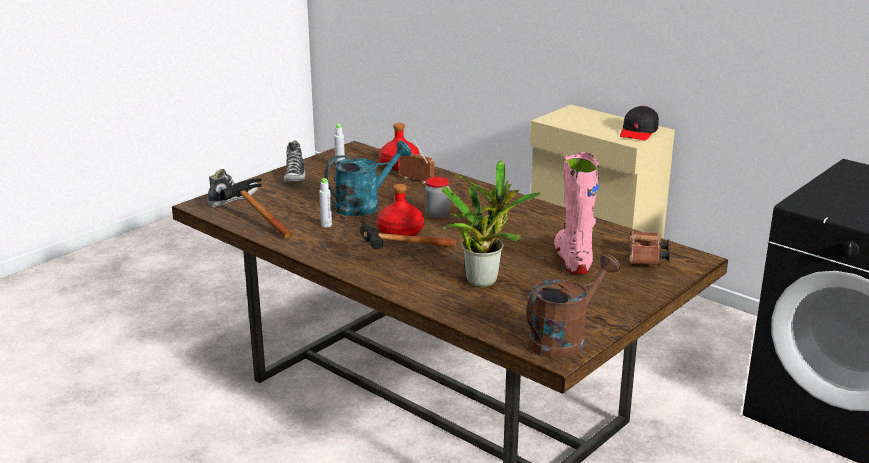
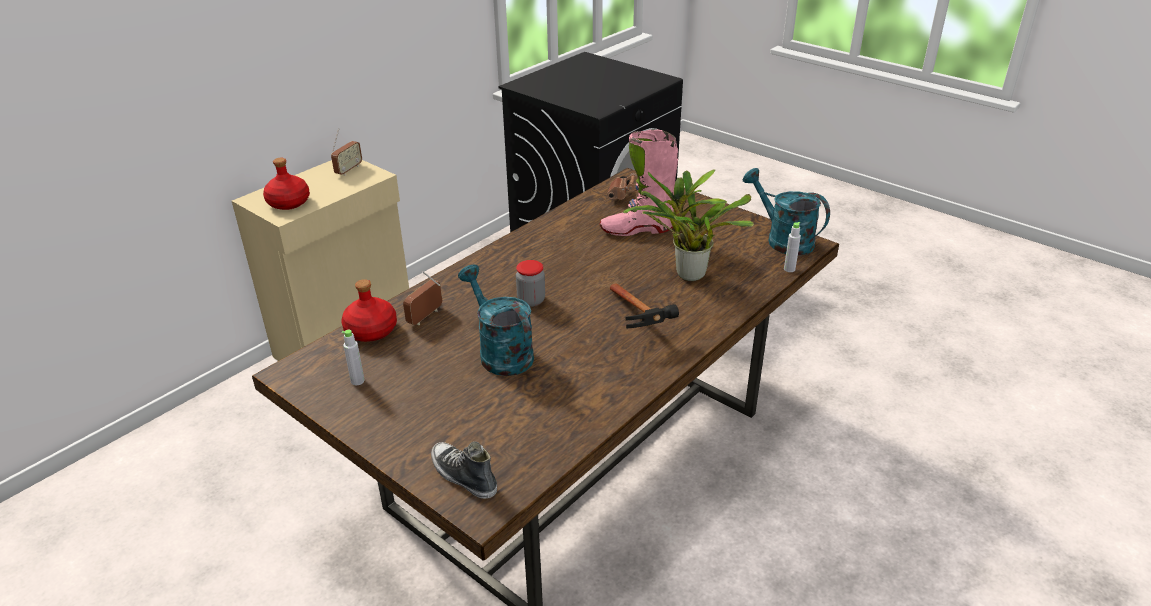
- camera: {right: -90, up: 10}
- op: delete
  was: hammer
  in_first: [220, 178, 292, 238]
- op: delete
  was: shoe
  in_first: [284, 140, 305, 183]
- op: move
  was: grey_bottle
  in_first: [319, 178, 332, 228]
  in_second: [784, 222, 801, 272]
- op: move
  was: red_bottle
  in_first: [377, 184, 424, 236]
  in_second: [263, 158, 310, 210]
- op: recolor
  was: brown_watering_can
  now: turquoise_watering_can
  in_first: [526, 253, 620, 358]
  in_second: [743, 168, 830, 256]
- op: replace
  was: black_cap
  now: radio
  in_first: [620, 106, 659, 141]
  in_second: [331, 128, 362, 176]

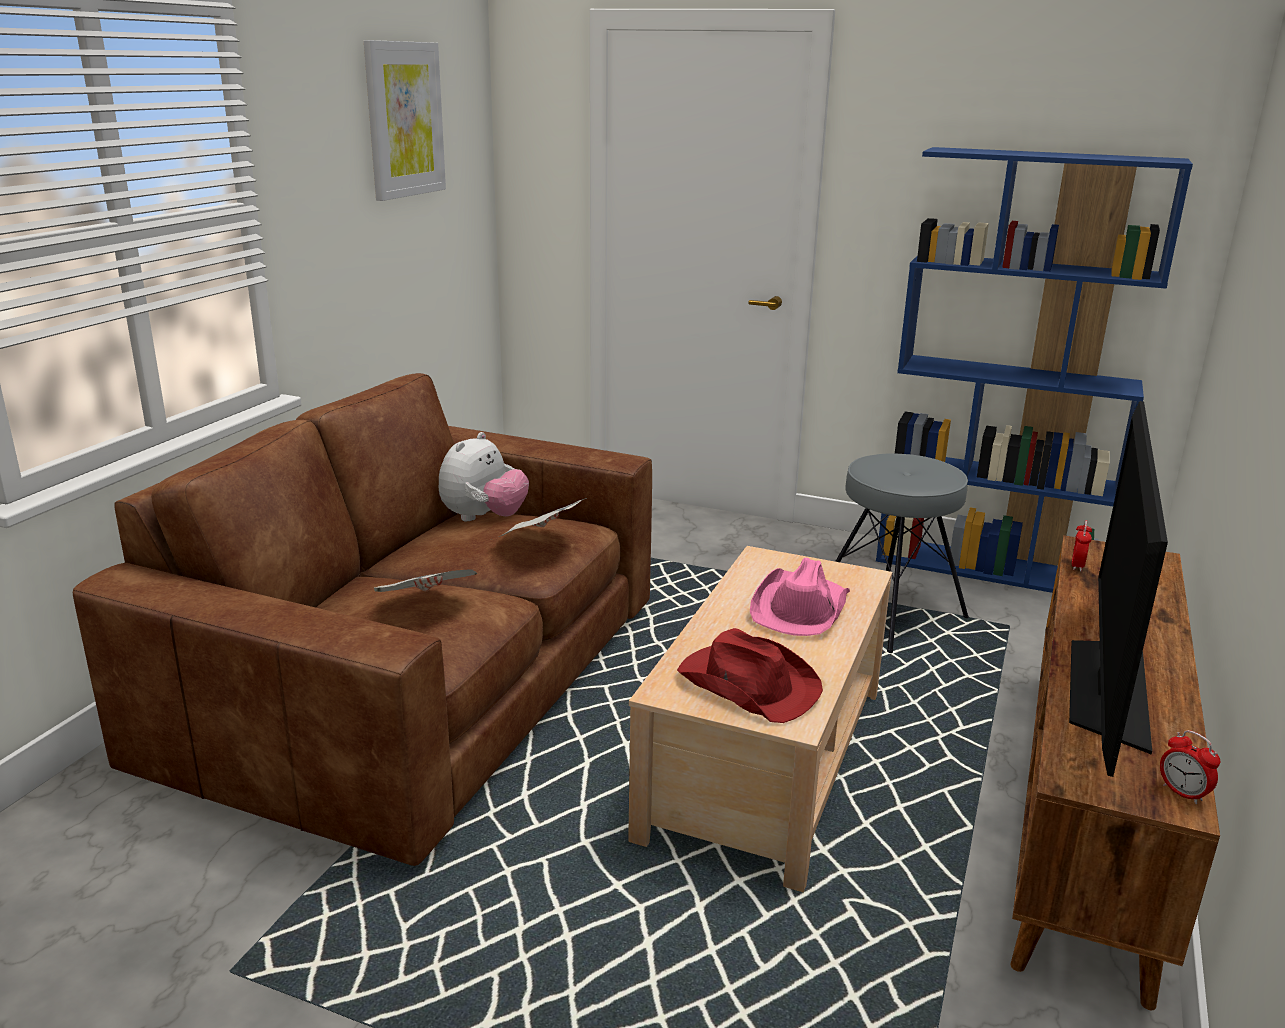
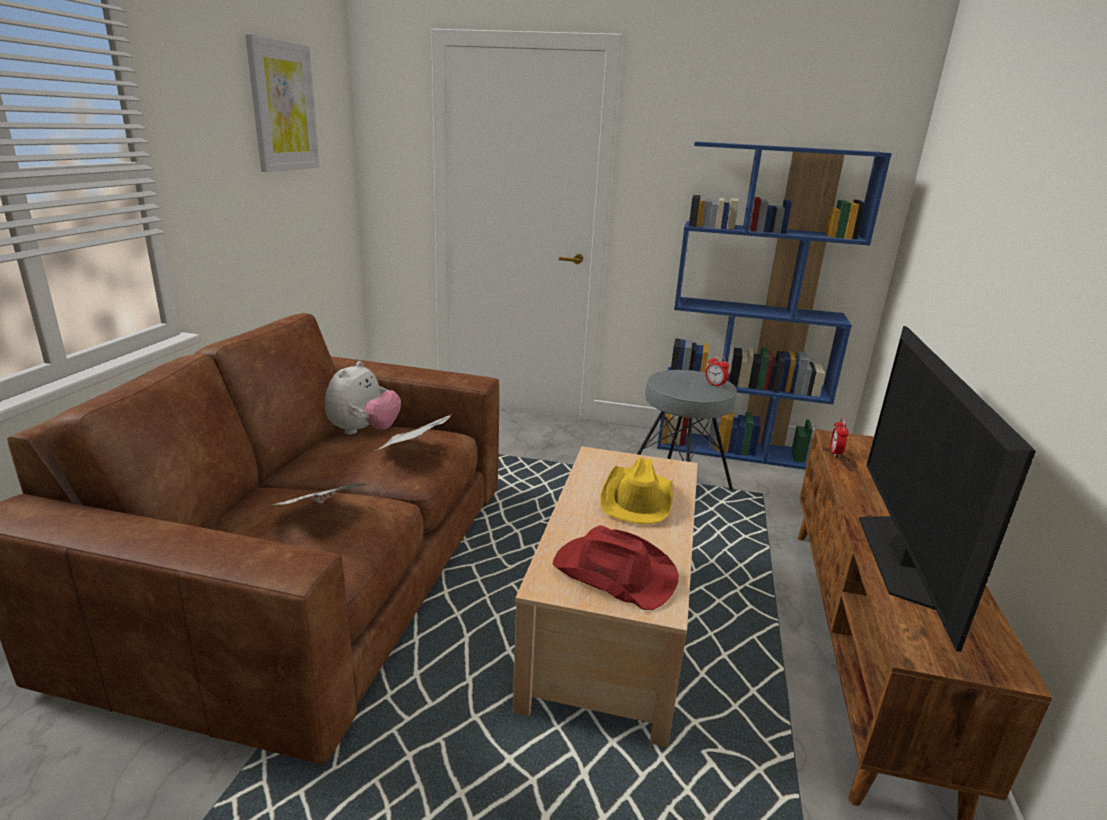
- camera: {right: -10, up: 0}
- op: recolor
  was: pink_hat
  now: yellow_hat
  in_first: [750, 558, 850, 636]
  in_second: [600, 457, 673, 524]
- op: move
  was: alarm_clock
  in_first: [1160, 730, 1220, 804]
  in_second: [705, 354, 729, 388]

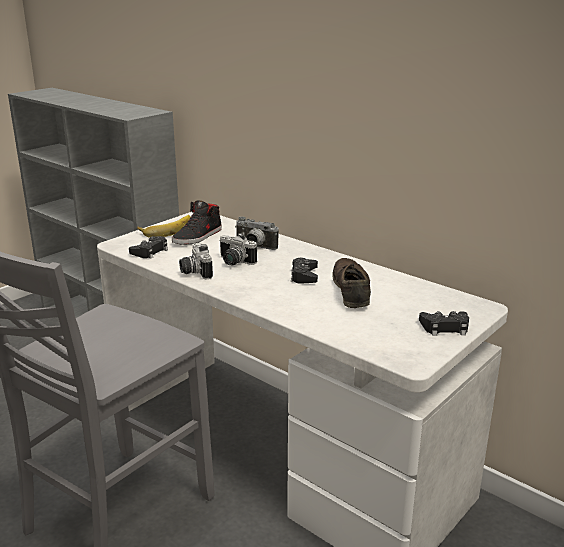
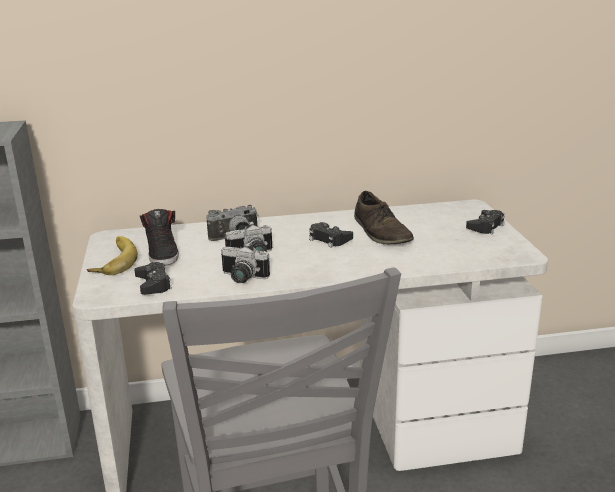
- camera: {right: -50, up: 0}
- op: rotate
  was: brown_shoe
  in_first: [332, 258, 371, 308]
  in_second: [354, 191, 414, 244]
  clockwise: -150

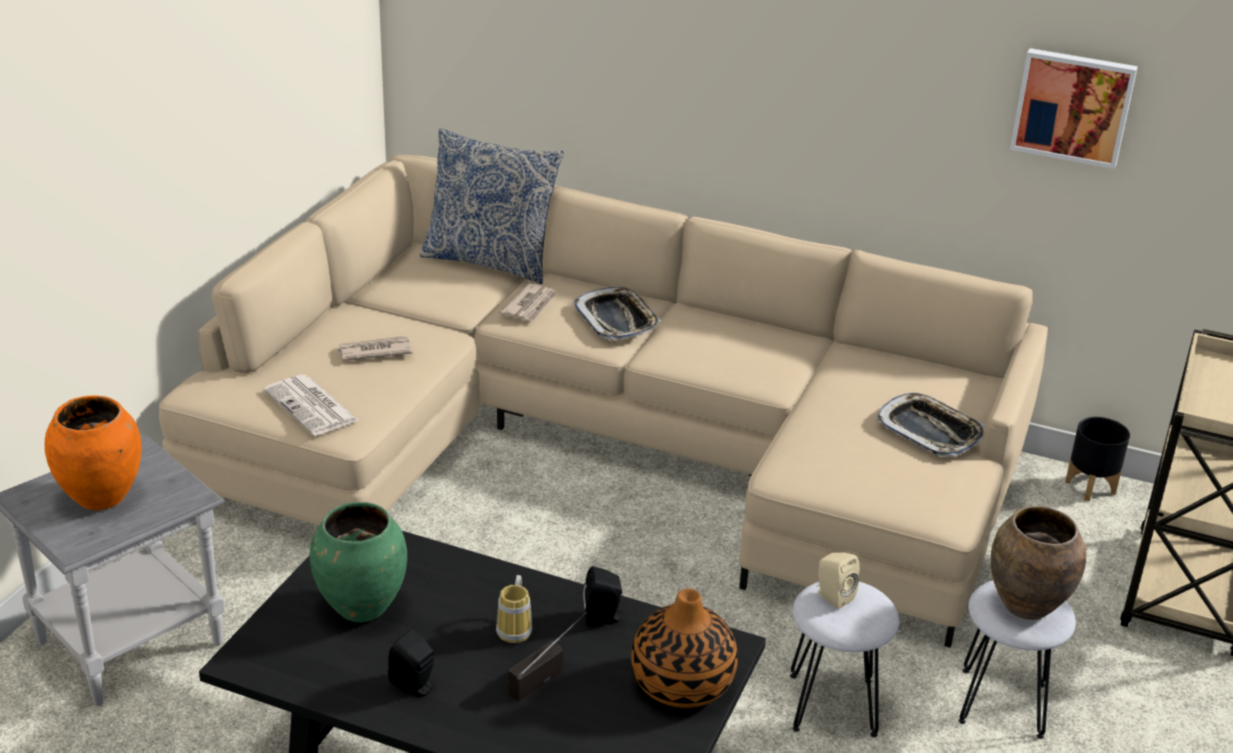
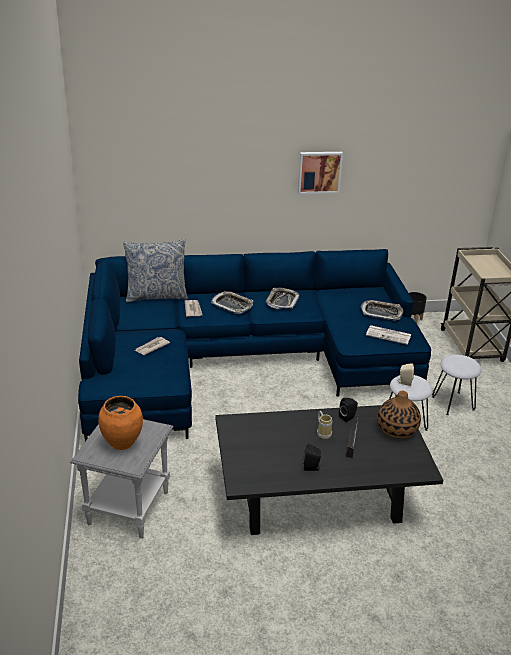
- camera: {right: -30, up: 0}
- op: recolor
  was: beige_sofa
  now: blue_sofa
  in_first: [159, 155, 1048, 648]
  in_second: [78, 249, 431, 441]
- op: move
  was: newspaper
  in_first: [264, 375, 359, 436]
  in_second: [366, 325, 411, 345]
- op: delete
  was: green_vase
  in_first: [310, 502, 407, 622]
- op: delete
  was: brown_vase
  in_first: [991, 506, 1086, 620]
- op: move
  was: picture
  in_first: [1010, 48, 1138, 169]
  in_second: [298, 152, 343, 194]
- op: insert
  now: tray
  in_second: [266, 288, 300, 309]

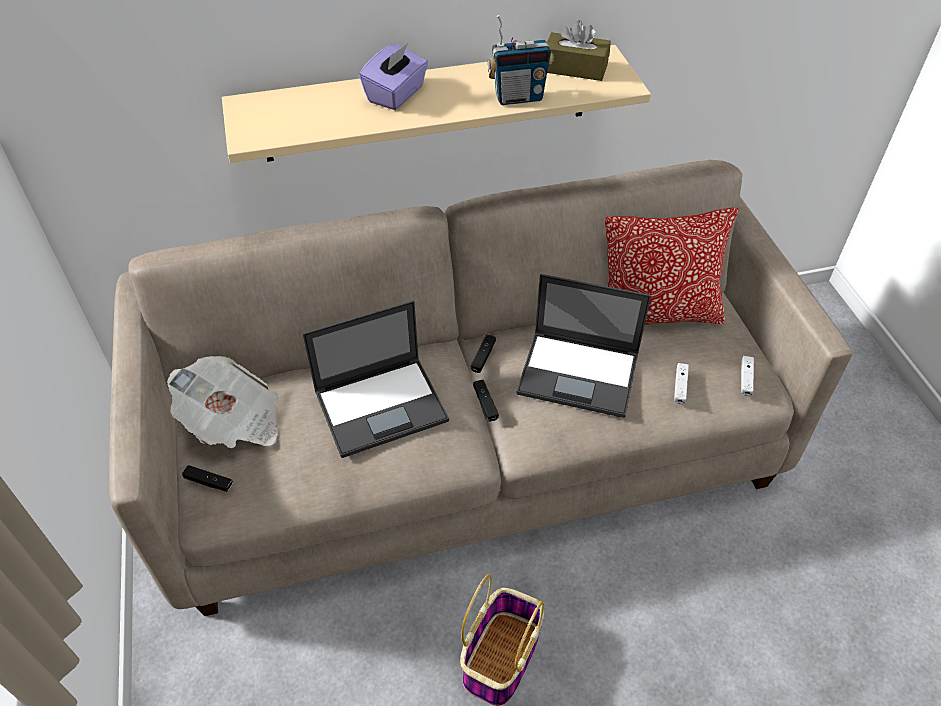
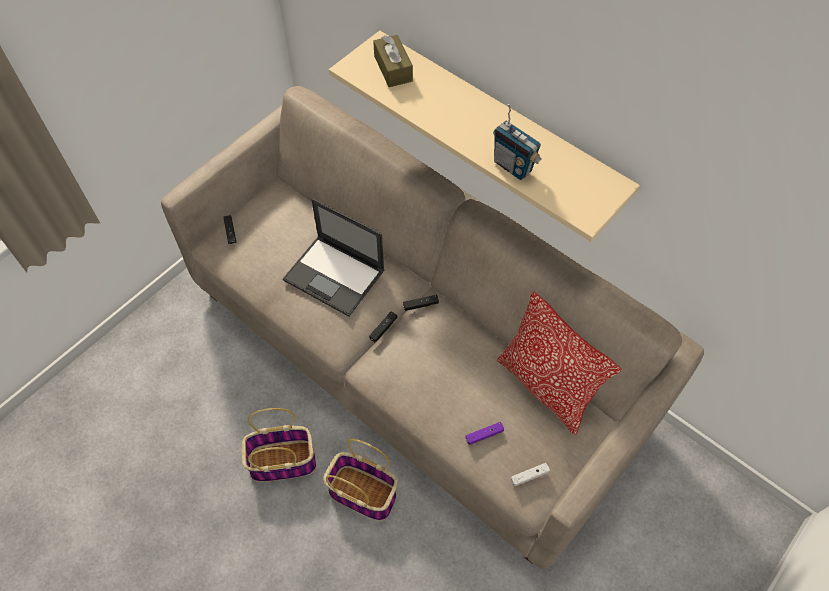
- camera: {right: 55, up: 10}
- op: delete
  was: newspaper
  in_first: [167, 356, 279, 448]
- op: delete
  was: purple_tissue_box
  in_first: [359, 43, 428, 110]
- op: delete
  was: laptop
  in_first: [516, 274, 651, 418]
- op: move
  was: brown_tissue_box
  in_first: [547, 20, 611, 81]
  in_second: [373, 35, 413, 87]
- op: recolor
  was: white_game_controller
  now: purple_game_controller
  in_first: [674, 363, 689, 404]
  in_second: [466, 422, 504, 445]
- op: insert
  now: basket
  in_second: [323, 439, 397, 521]

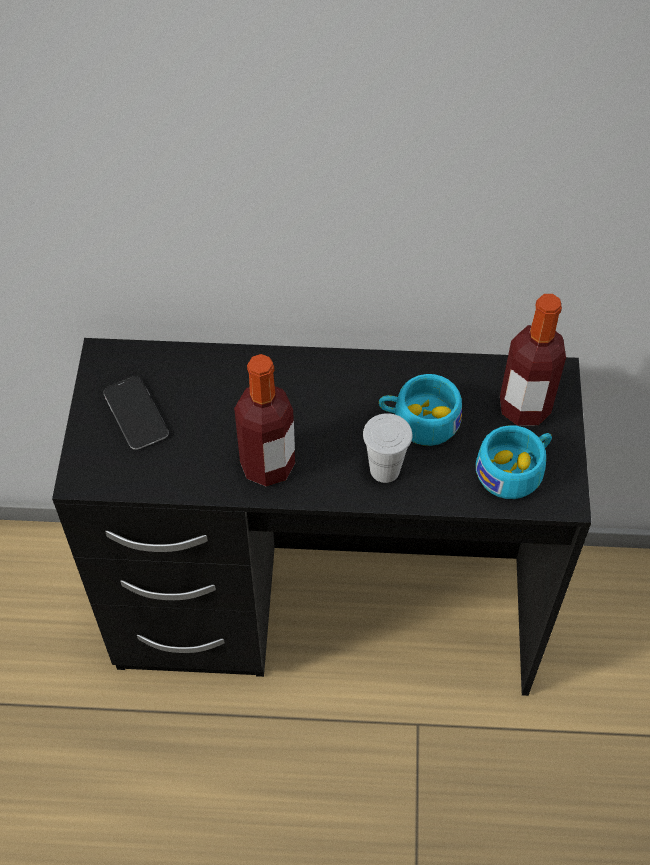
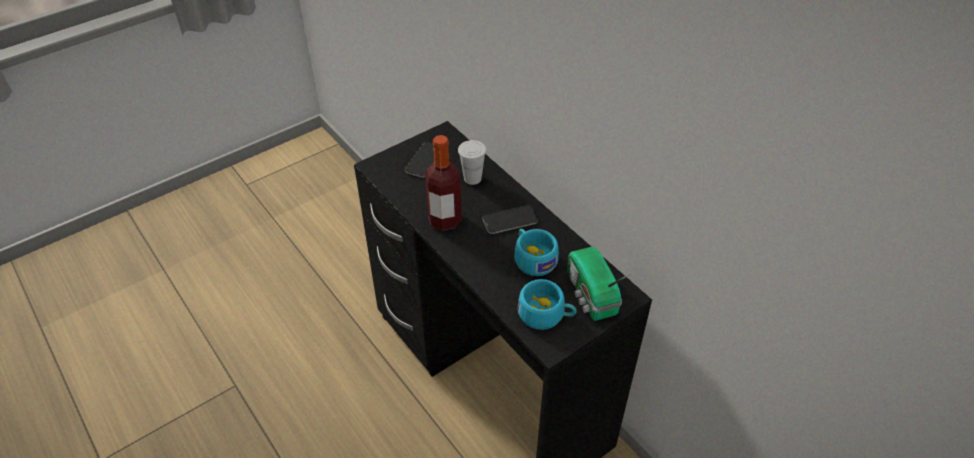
- camera: {right: 50, up: -10}
- op: move
  was: white_cup
  in_first: [363, 413, 413, 483]
  in_second: [458, 140, 487, 185]
- op: replace
  was: bottle
  now: radio
  in_first: [500, 294, 566, 426]
  in_second: [567, 247, 631, 321]
- op: insert
  now: phone
  in_second: [482, 205, 538, 234]

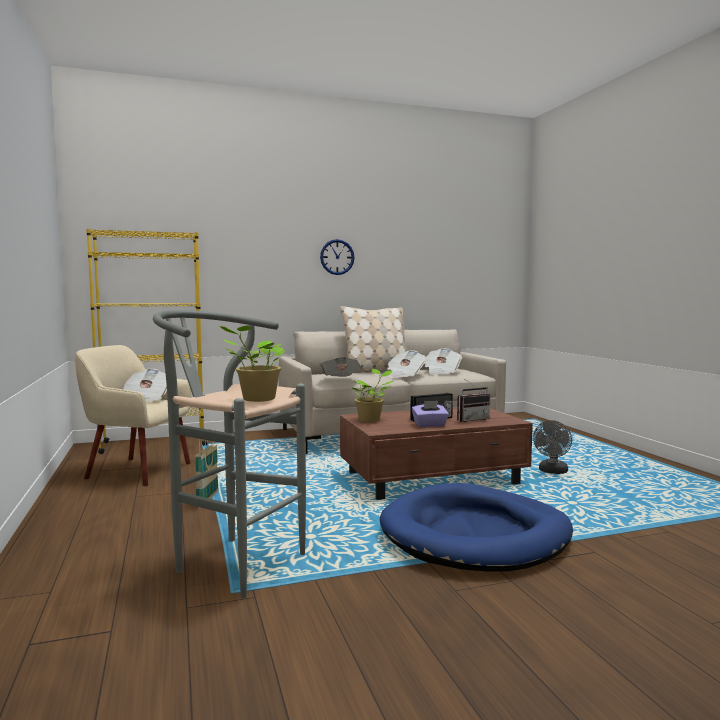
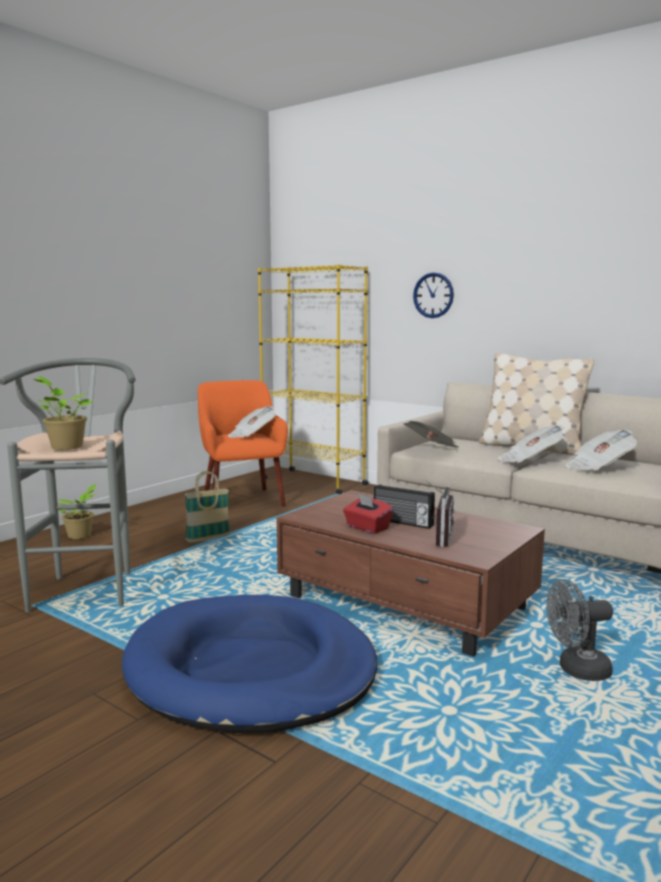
- camera: {right: 55, up: 5}
- op: recolor
  was: beige_armchair
  now: orange_armchair
  in_first: [75, 345, 191, 486]
  in_second: [198, 380, 288, 507]
- op: move
  was: wall_clock
  in_first: [320, 239, 355, 275]
  in_second: [413, 272, 454, 318]
- op: move
  was: potted_plant
  in_first: [352, 369, 393, 422]
  in_second: [58, 484, 96, 539]
- op: recolor
  was: purple_tissue_box
  now: red_tissue_box
  in_first: [412, 401, 449, 427]
  in_second: [343, 493, 393, 534]
- op: rotate
  was: radio
  in_first: [457, 378, 490, 422]
  in_second: [425, 480, 454, 547]
  clockwise: -105

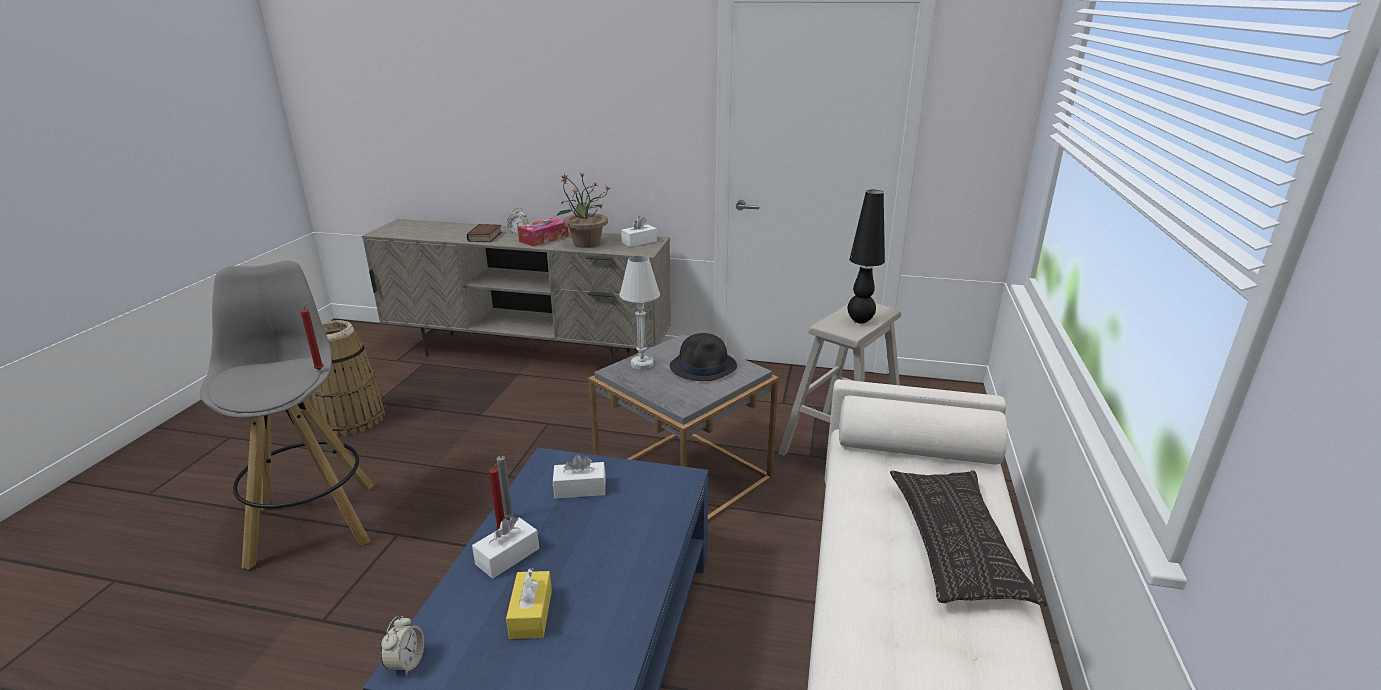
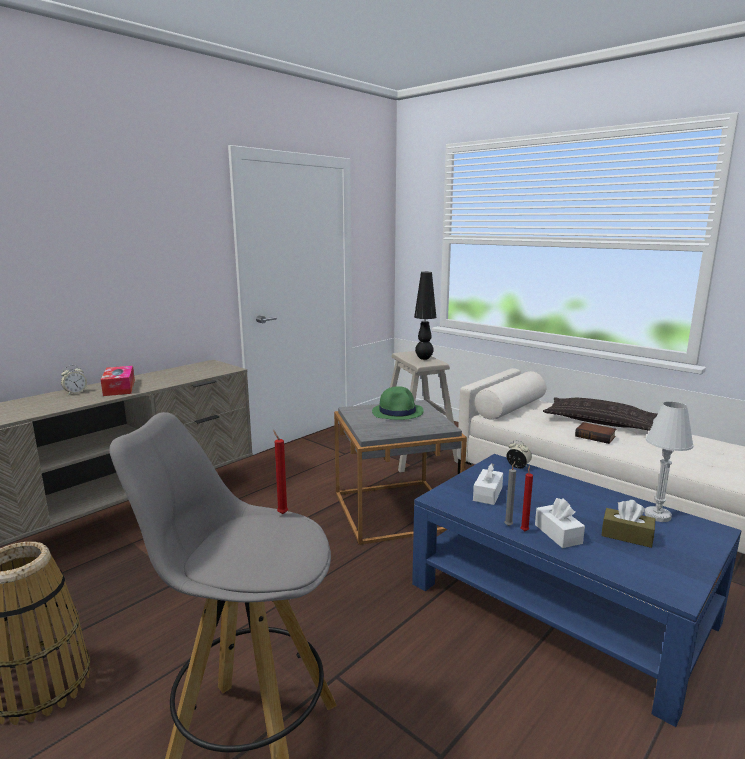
- camera: {right: -60, up: -10}
- op: move
  was: alarm_clock
  in_first: [381, 616, 424, 676]
  in_second: [507, 440, 532, 469]
- op: move
  was: book
  in_first: [467, 224, 502, 242]
  in_second: [575, 422, 616, 444]
- op: recolor
  was: yellow_tissue_box
  now: brown_tissue_box
  in_first: [506, 568, 552, 639]
  in_second: [601, 500, 655, 548]
- op: delete
  was: potted_plant
  in_first: [556, 172, 612, 248]
- op: move
  was: white_table_lamp
  in_first: [619, 256, 660, 370]
  in_second: [645, 402, 694, 522]
- op: delete
  was: white_tissue_box
  in_first: [621, 216, 657, 247]
- op: recolor
  was: black_hat
  now: green_hat
  in_first: [670, 333, 737, 381]
  in_second: [372, 386, 424, 420]

